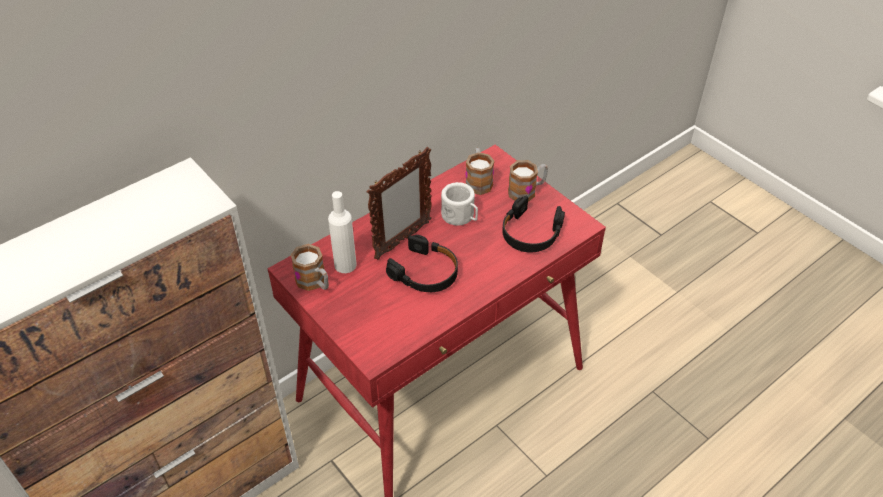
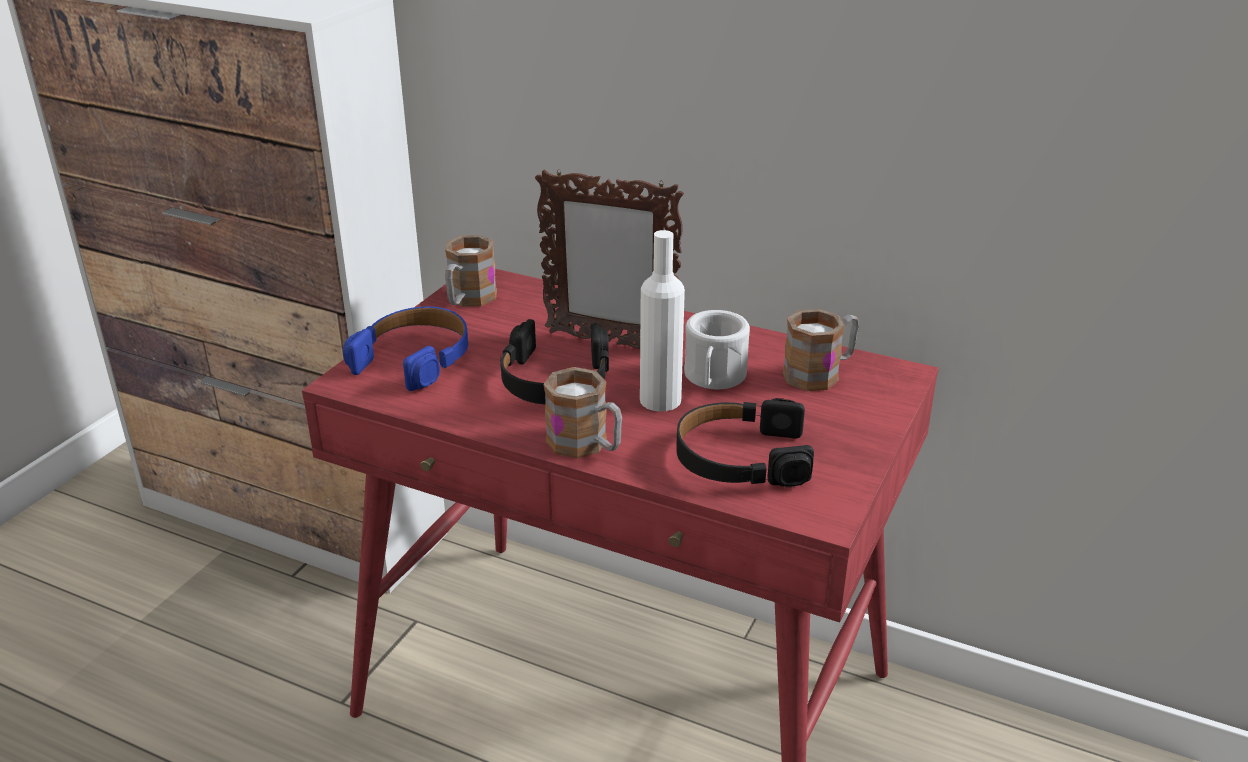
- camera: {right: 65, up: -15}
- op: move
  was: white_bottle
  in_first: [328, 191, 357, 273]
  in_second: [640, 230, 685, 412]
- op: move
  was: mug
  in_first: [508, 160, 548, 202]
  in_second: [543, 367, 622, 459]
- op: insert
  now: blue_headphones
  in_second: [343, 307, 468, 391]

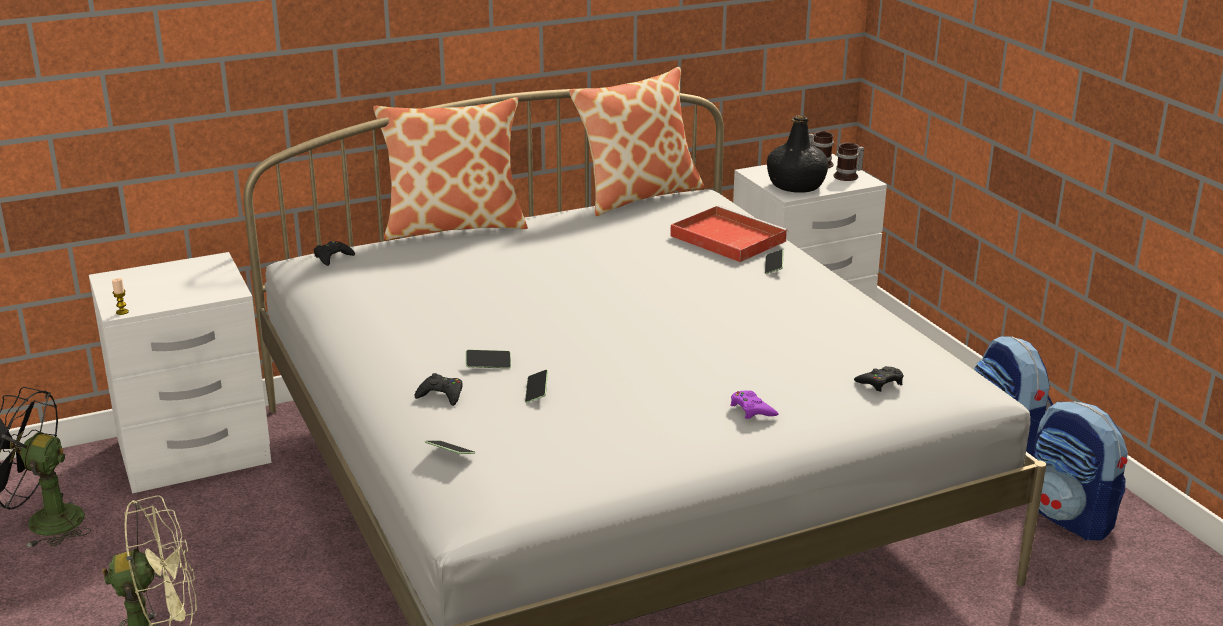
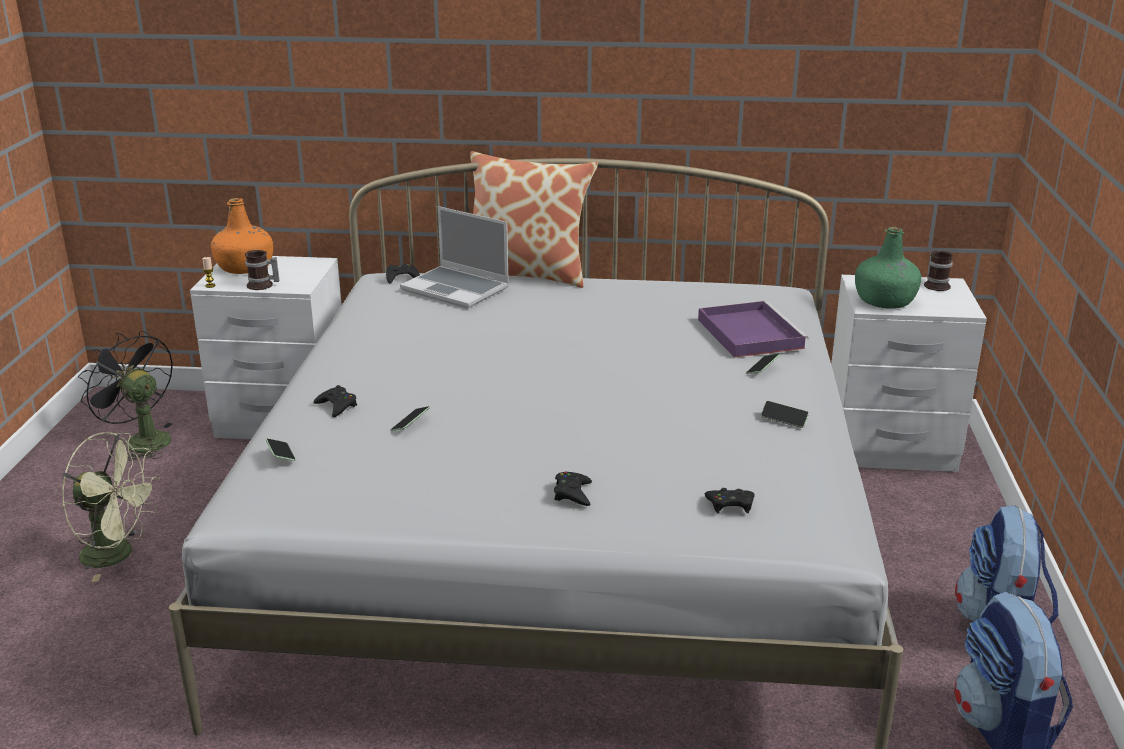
- camera: {right: 30, up: 0}
- op: move
  was: phone
  in_first: [466, 350, 511, 369]
  in_second: [761, 401, 809, 428]
- op: delete
  was: pillow
  in_first: [569, 67, 704, 216]
- op: recolor
  was: red_tray
  now: purple_tray
  in_first: [670, 205, 789, 262]
  in_second: [698, 301, 809, 358]
- op: recolor
  was: purple_game_controller
  now: black_game_controller
  in_first: [730, 391, 778, 419]
  in_second: [554, 471, 592, 506]
- op: recolor
  was: black_bottle
  now: green_bottle
  in_first: [767, 115, 828, 193]
  in_second: [855, 227, 922, 309]
- op: move
  was: mug
  in_first: [834, 143, 864, 181]
  in_second: [245, 250, 279, 290]
- op: insert
  now: orange_bottle
  in_second: [211, 198, 273, 274]
- op: insert
  now: laptop
  in_second: [400, 206, 509, 308]

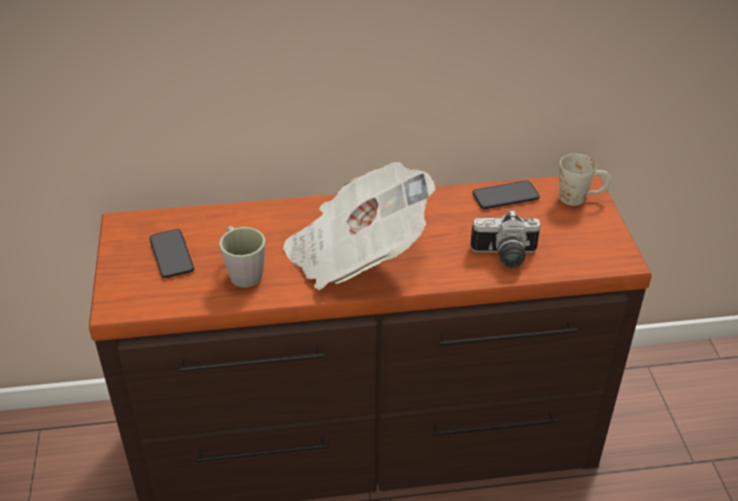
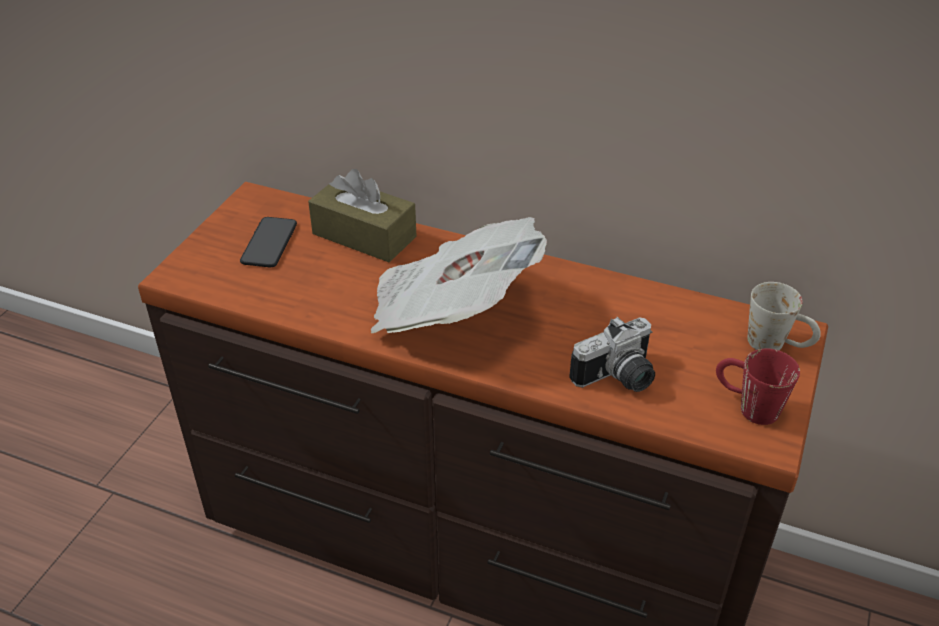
- camera: {right: 30, up: 0}
- op: delete
  was: grey_mug
  in_first: [219, 226, 266, 287]
- op: rotate
  was: photo_camera
  in_first: [471, 210, 540, 268]
  in_second: [569, 317, 655, 392]
  clockwise: -60
- op: delete
  was: phone
  in_first: [473, 180, 540, 209]
- op: insert
  now: brown_tissue_box
  in_second: [308, 169, 417, 262]
- op: insert
  now: red_mug
  in_second: [716, 349, 800, 425]

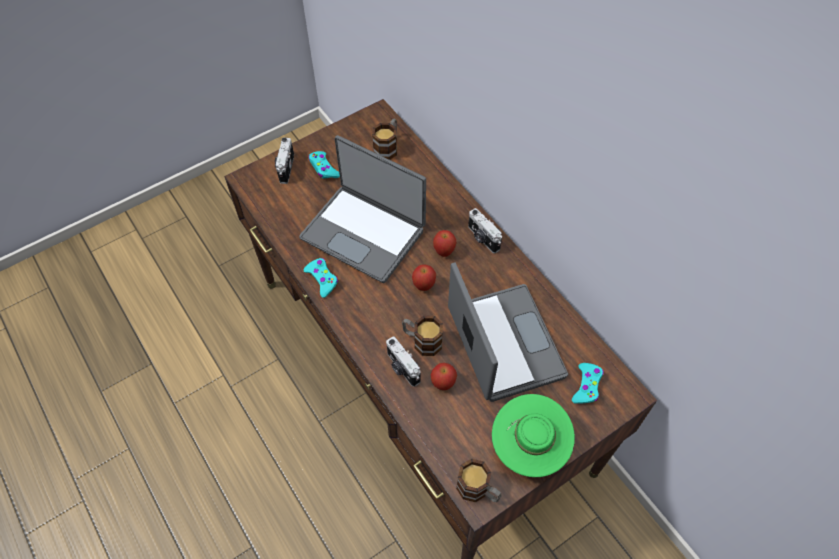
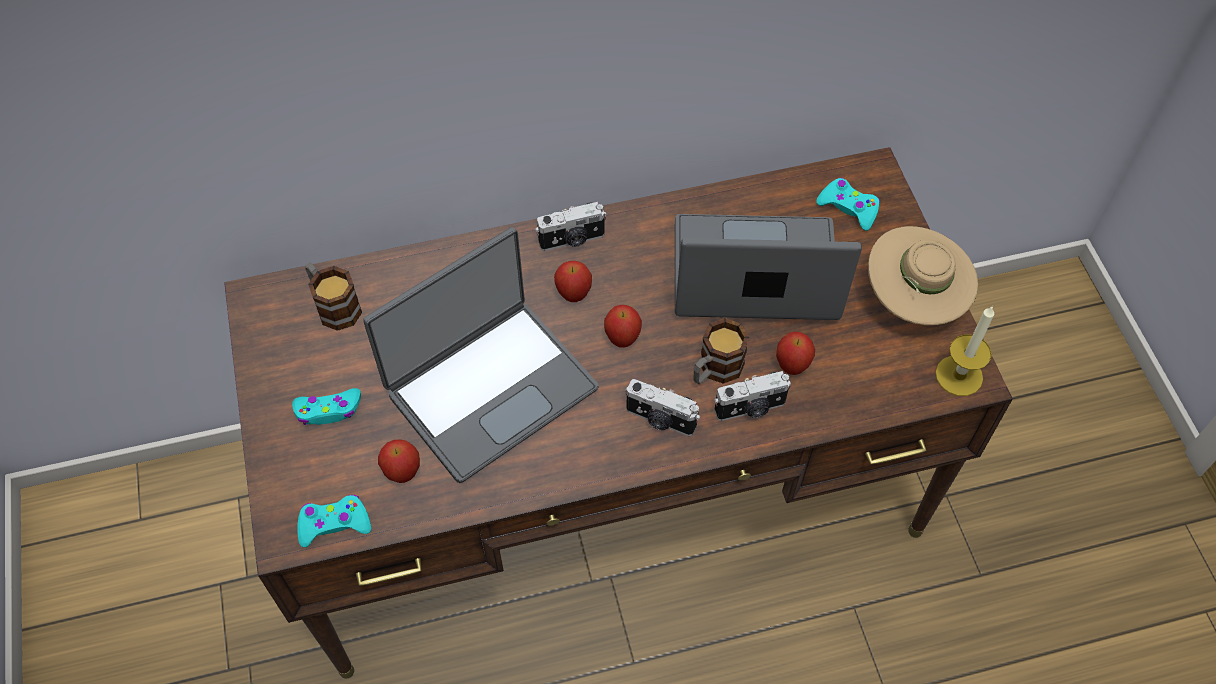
- camera: {right: -70, up: 0}
- op: move
  was: photo_camera
  in_first: [275, 138, 294, 184]
  in_second: [625, 379, 700, 436]
- op: move
  was: turquoise_game_controller
  in_first: [304, 258, 338, 298]
  in_second: [297, 495, 371, 547]
- op: replace
  was: mug
  now: candle
  in_first: [456, 459, 502, 502]
  in_second: [936, 307, 994, 396]
- op: recolor
  was: green_hat
  now: beige_hat
  in_first: [492, 394, 575, 477]
  in_second: [868, 226, 978, 325]
- op: insert
  now: apple
  in_second: [378, 439, 420, 483]

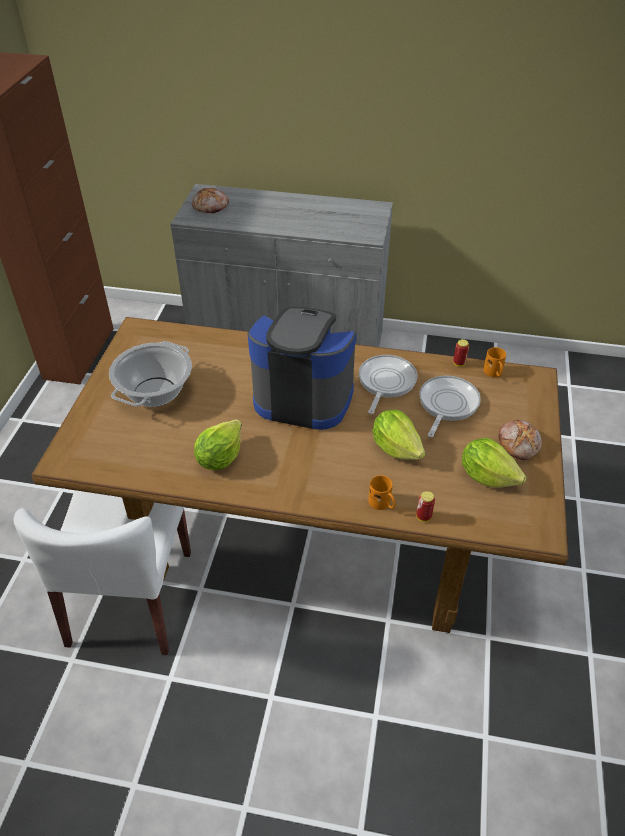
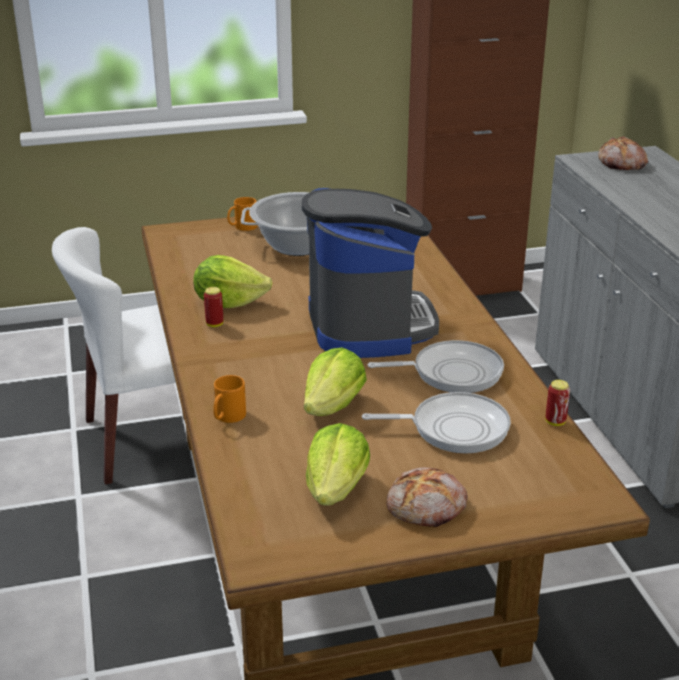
- camera: {right: 65, up: -15}
- op: move
  was: can
  in_first: [416, 491, 435, 522]
  in_second: [204, 287, 223, 327]
- op: move
  was: orange_mug
  in_first: [483, 347, 506, 377]
  in_second: [227, 197, 257, 231]

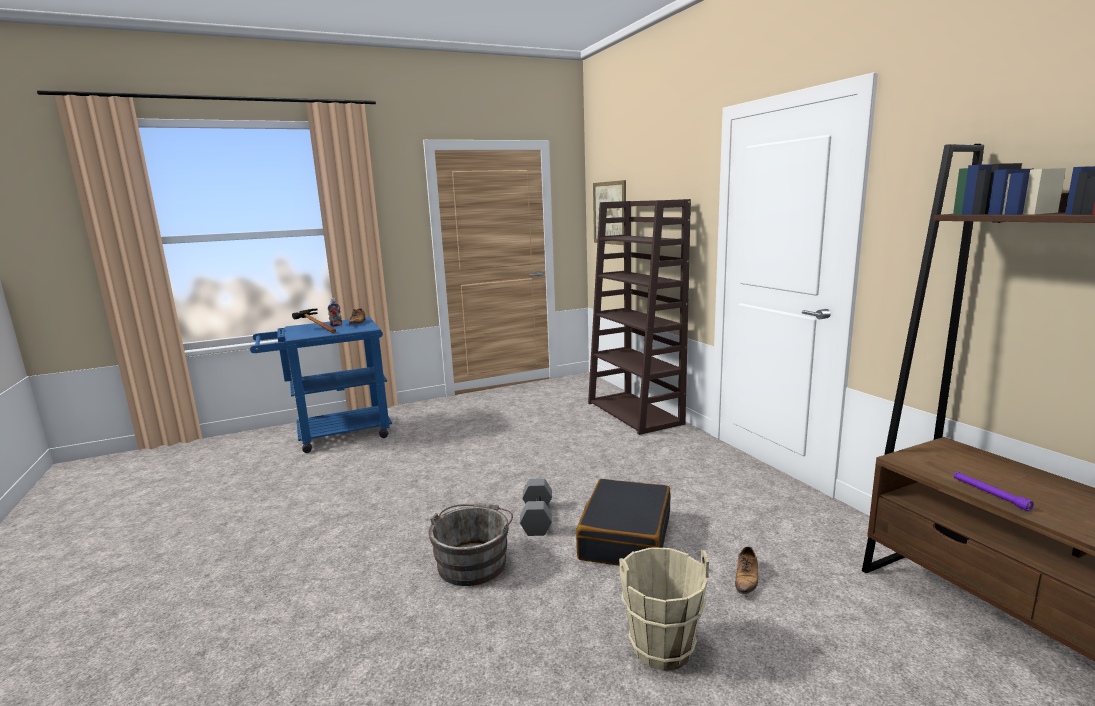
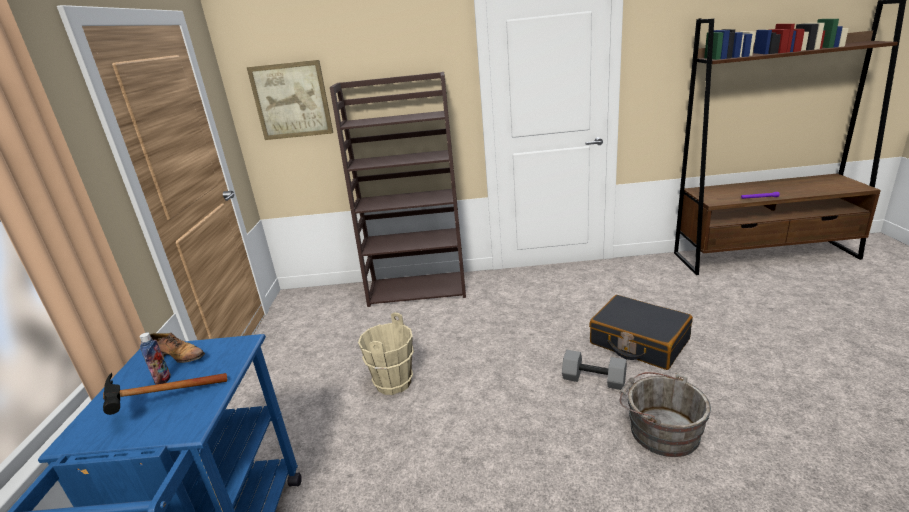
- camera: {right: -65, up: 10}
- op: move
  was: beige_bucket
  in_first: [619, 547, 709, 671]
  in_second: [358, 312, 414, 395]
- op: delete
  was: shoe
  in_first: [735, 547, 758, 594]

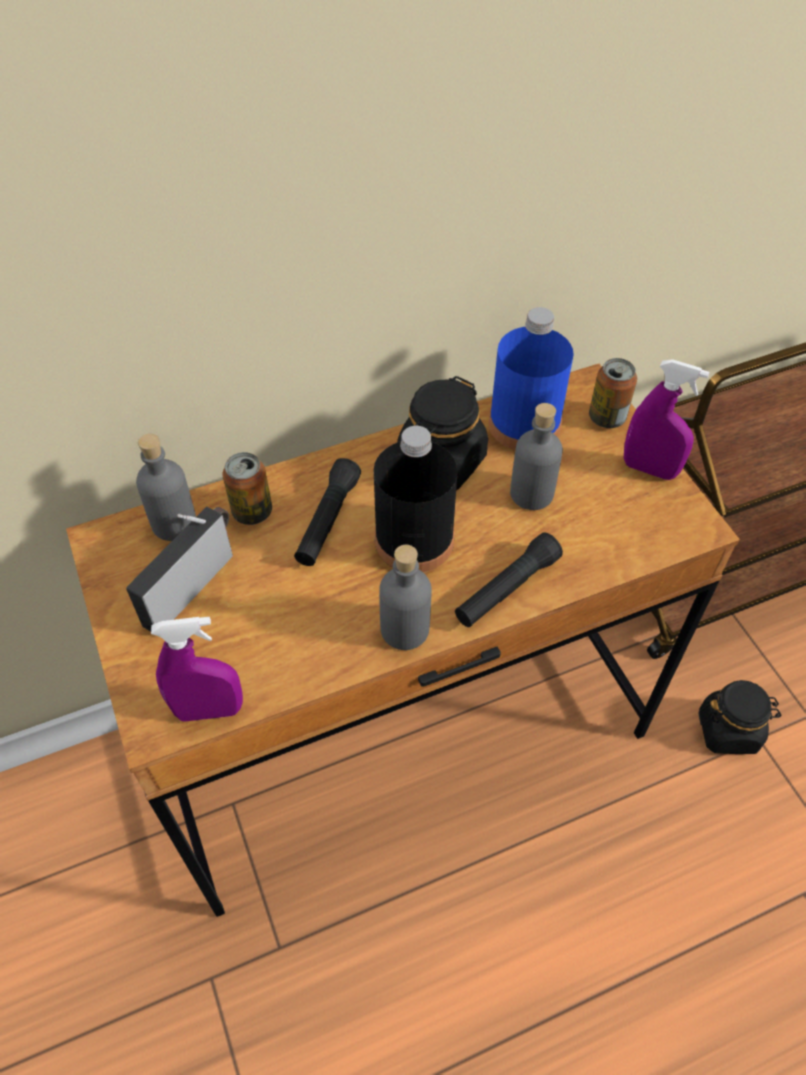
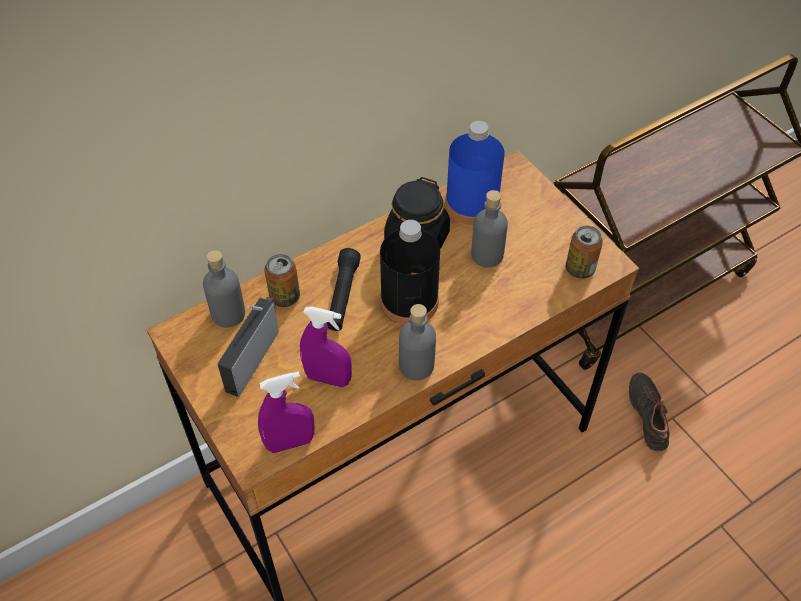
- camera: {right: -10, up: 0}
- op: delete
  was: black_flashlight
  in_first: [455, 533, 563, 627]
- op: move
  was: can
  in_first: [589, 358, 637, 428]
  in_second: [566, 226, 603, 279]
- op: move
  was: purple_spray_bottle
  in_first: [624, 359, 710, 480]
  in_second: [300, 306, 352, 387]
- op: replace
  was: black_jar
  now: black_shoe
  in_first: [698, 680, 781, 754]
  in_second: [629, 373, 670, 451]

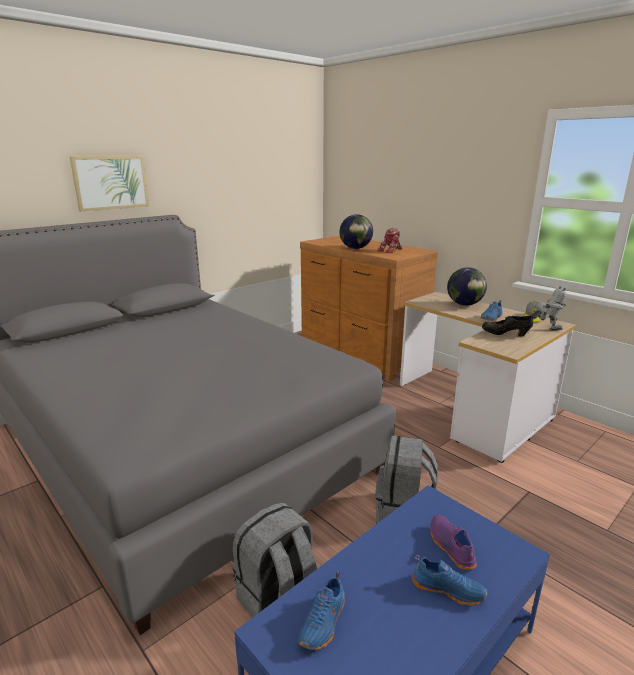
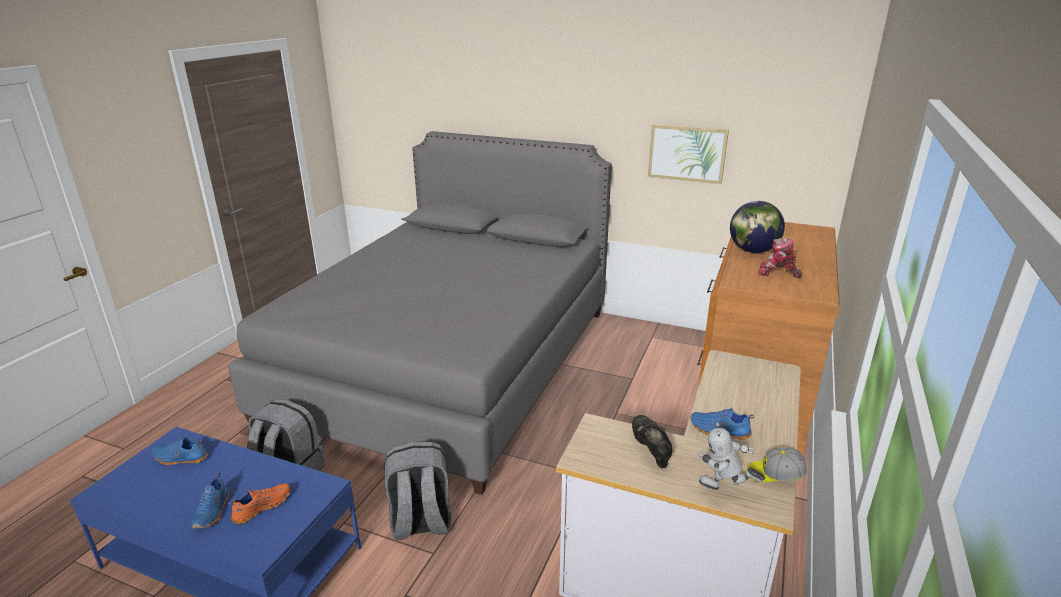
- camera: {right: 65, up: 5}
- op: move
  was: picture
  in_first: [70, 156, 149, 212]
  in_second: [648, 124, 729, 184]
- op: recolor
  was: purple_shoe
  now: orange_shoe
  in_first: [430, 514, 477, 570]
  in_second: [228, 483, 290, 524]
- op: delete
  was: globe
  in_first: [447, 267, 487, 306]
- op: rotate
  was: toy_robot
  in_first: [531, 286, 567, 331]
  in_second: [698, 422, 765, 490]
  clockwise: 135

